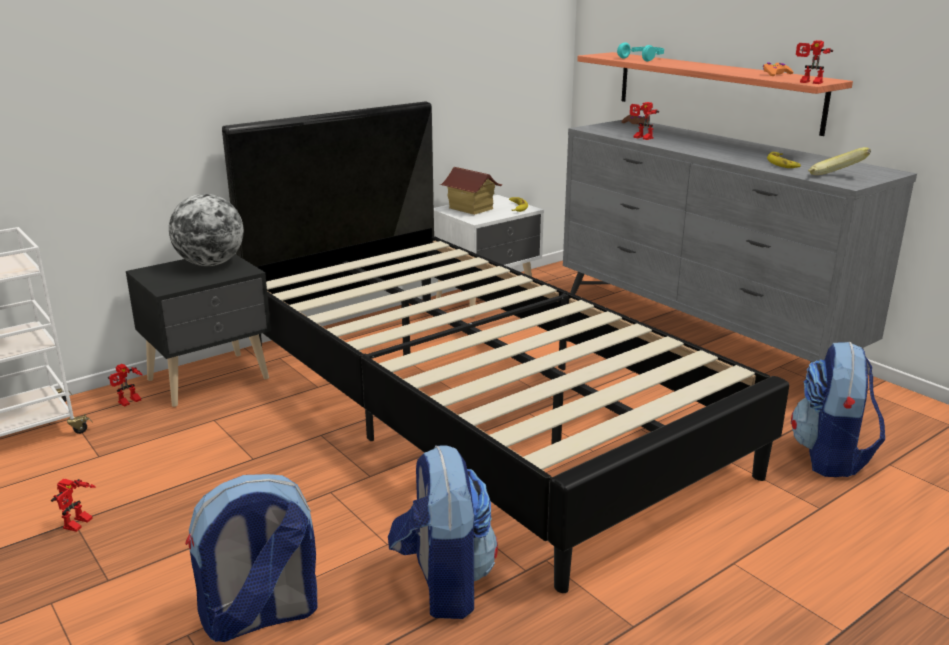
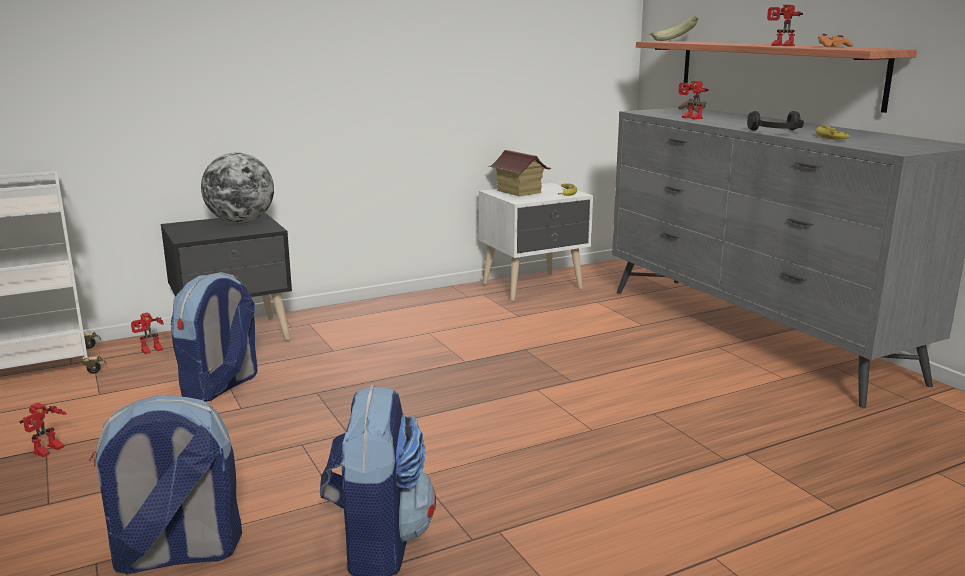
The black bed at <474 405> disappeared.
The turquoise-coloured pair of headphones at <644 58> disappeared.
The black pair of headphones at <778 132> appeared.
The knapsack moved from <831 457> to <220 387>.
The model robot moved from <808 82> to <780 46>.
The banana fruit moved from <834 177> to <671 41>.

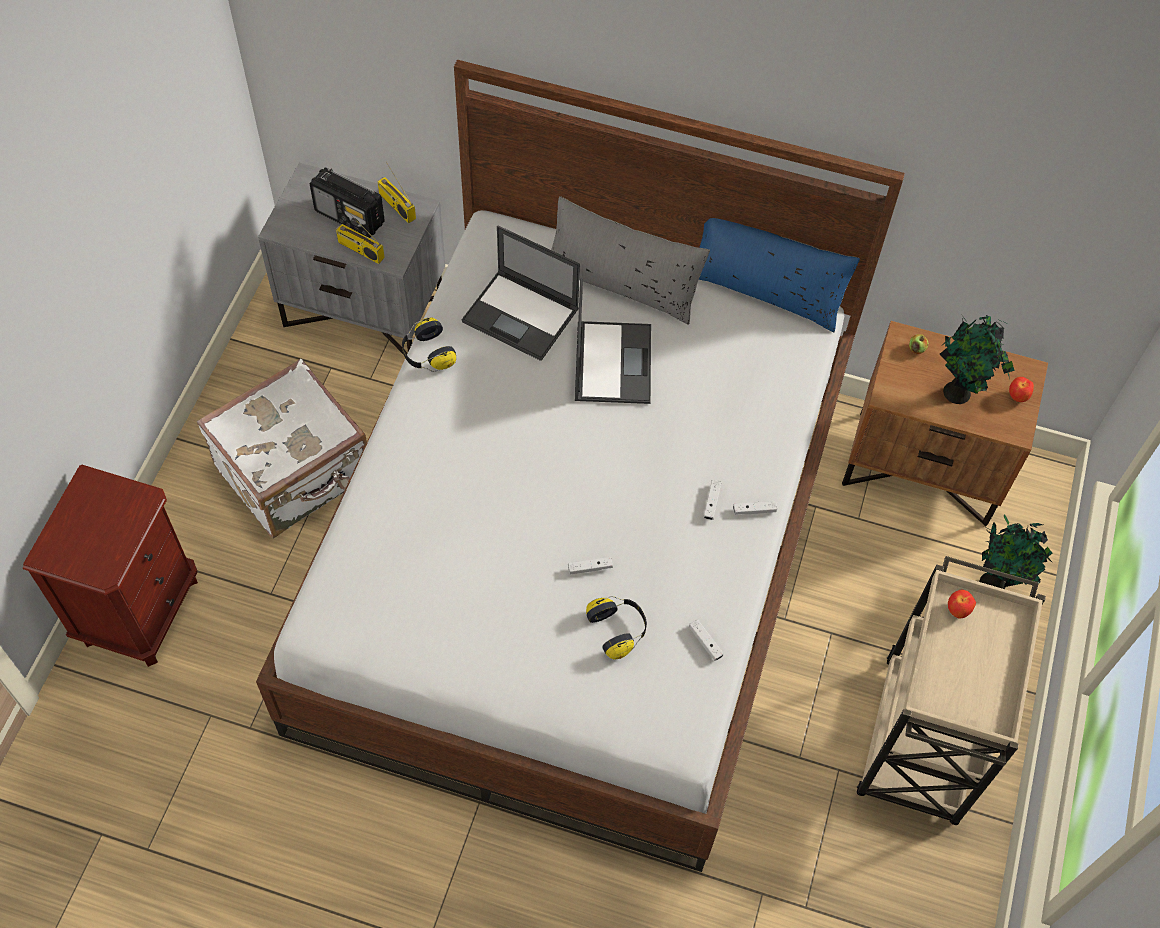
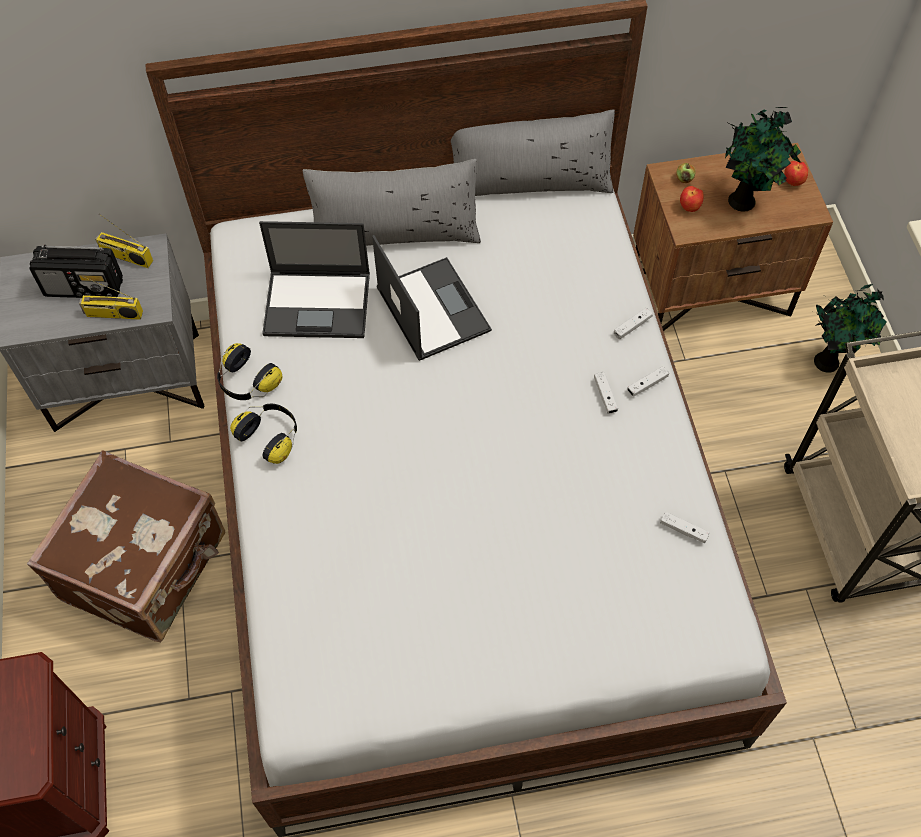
The whitish game controller moved from <590 568> to <632 326>.
The pair of headphones moved from <619 629> to <271 436>.
The apple fruit moved from <957 611> to <689 208>.
The whitish suitcase at <295 473> became the brown-coloured suitcase at <147 567>.
The blue cushion at <766 289> became the grey cushion at <529 181>.

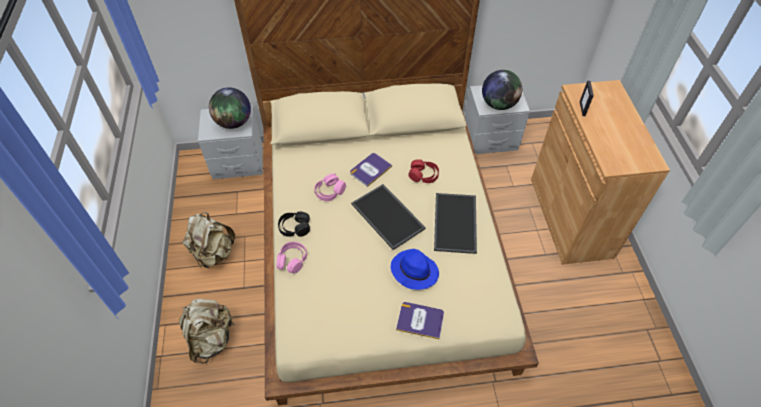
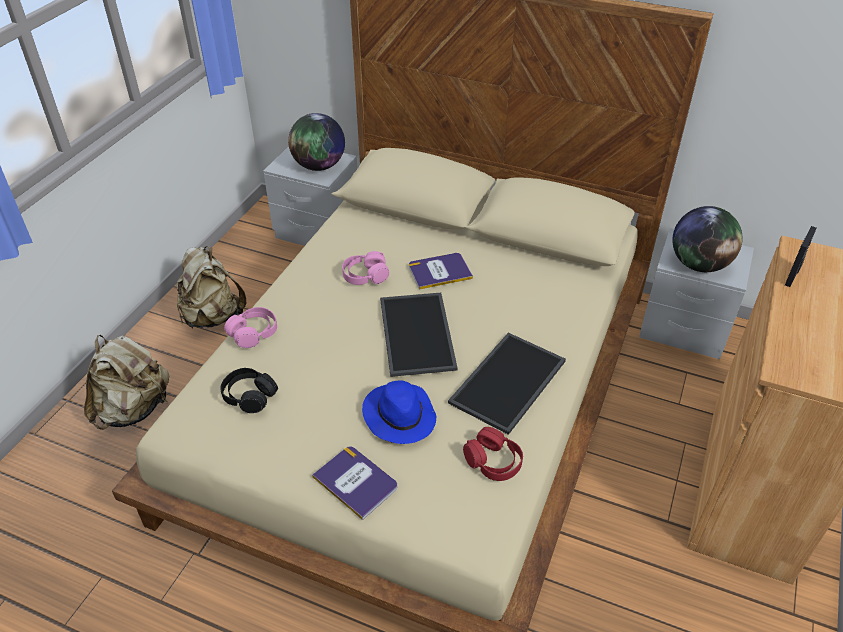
The black pair of headphones moved from <294 227> to <249 396>.
The reddish pair of headphones moved from <423 175> to <493 461>.

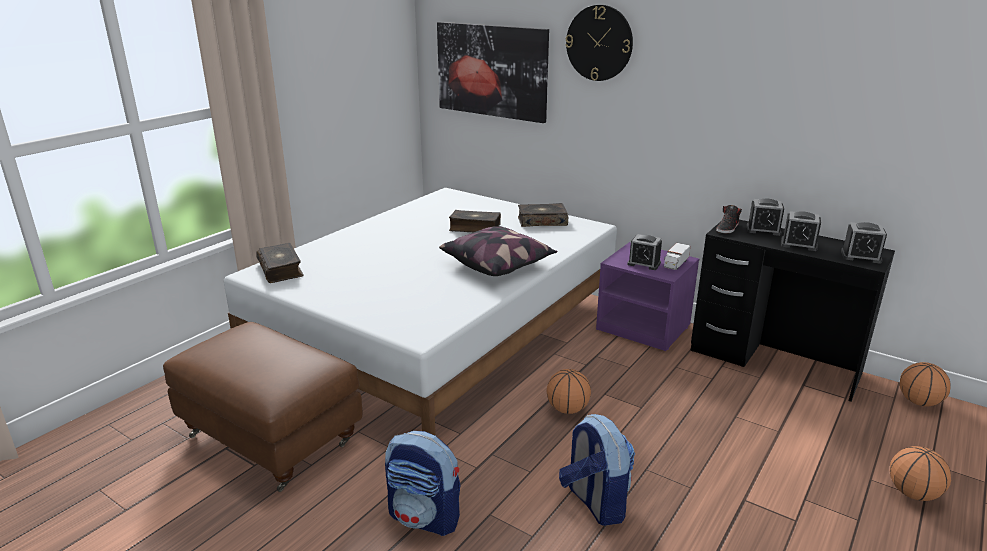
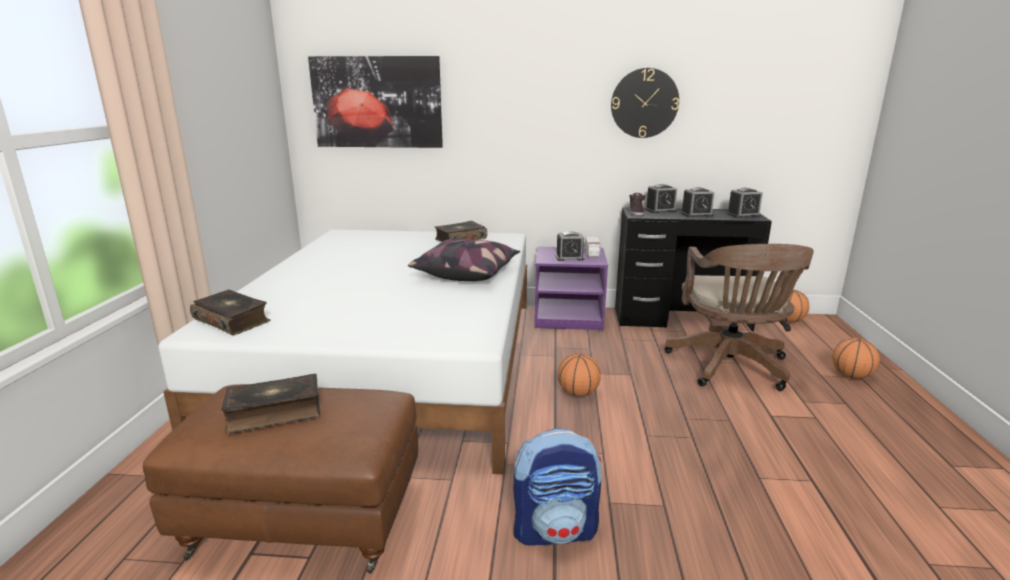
The knapsack at <594 502> disappeared.
The brown-coloured desk chair at <730 367> appeared.
The bound book moved from <474 228> to <274 413>.
The wall clock moved from <599 43> to <644 103>.

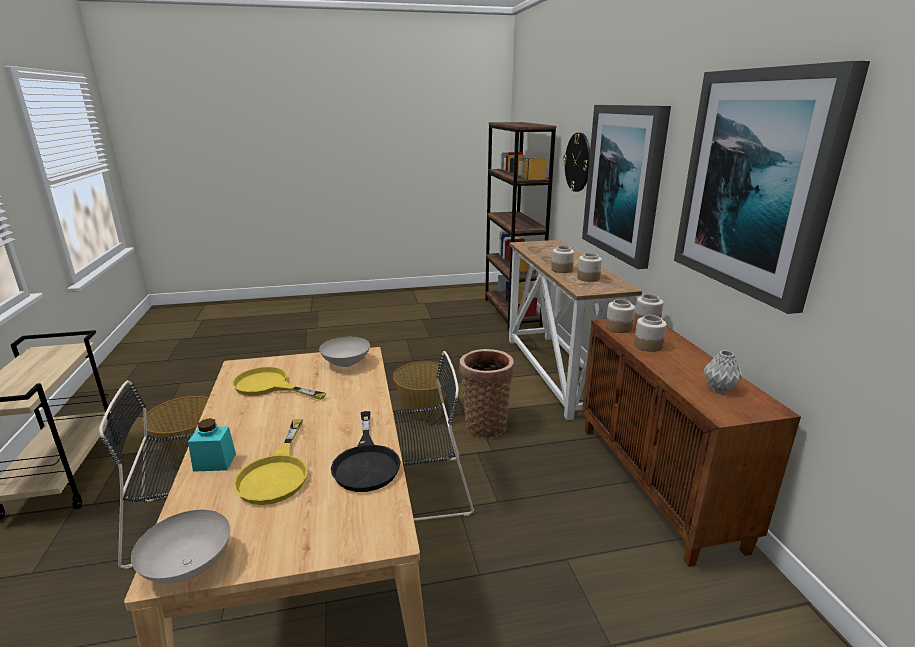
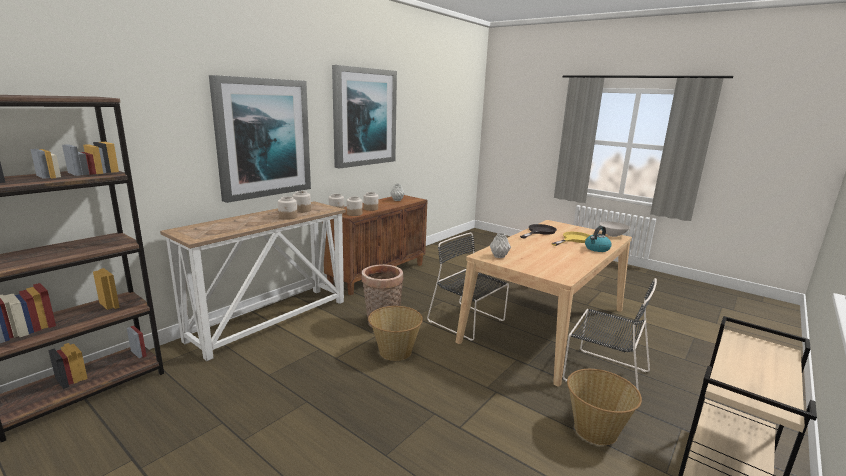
The yellow frying pan at <269 386> disappeared.
The wall clock at <578 162> disappeared.
The turquoise-coloured jar at <215 462> was replaced by the water kettle at <597 249>.
The whitish deep dish at <346 363> was replaced by the grey flower vase at <499 256>.

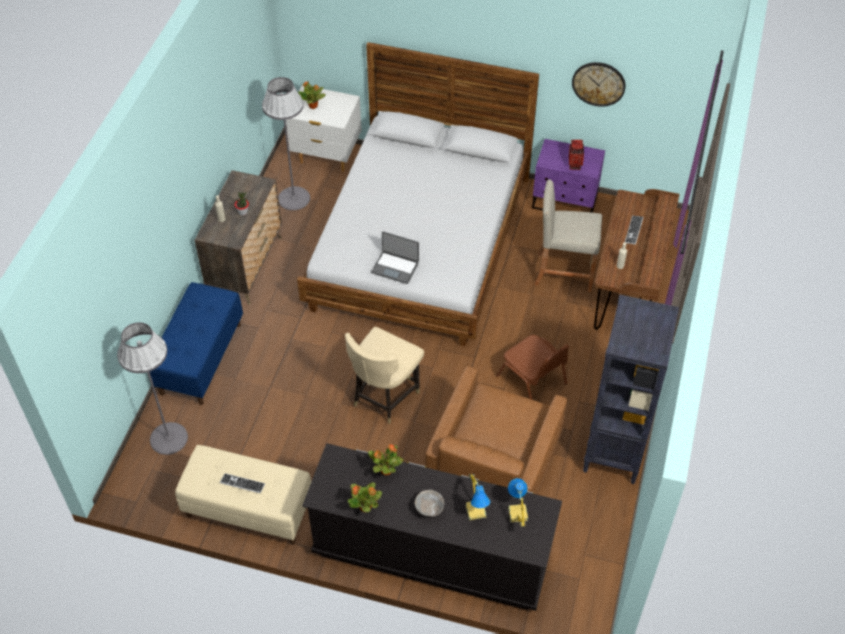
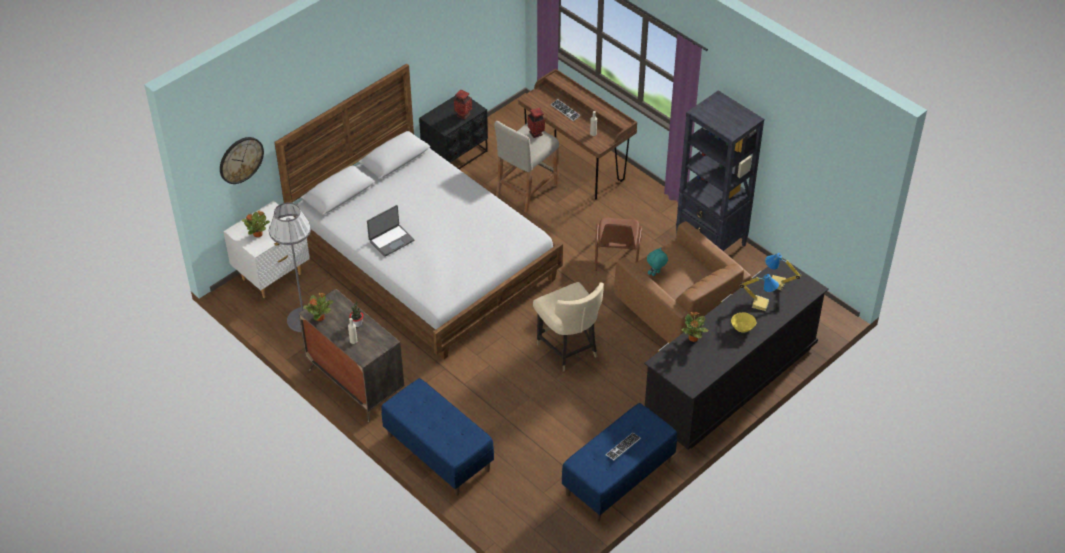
The grey standard lamp at <168 438> disappeared.
The flower vase at <536 133> appeared.
The turquoise-coloured plush toy at <656 274> appeared.
The potted plant moved from <366 507> to <320 317>.
The notebook computer moved from <395 267> to <391 240>.
The wall clock moved from <598 83> to <241 160>.
The sand-coloured bench at <248 510> became the blue bench at <618 478>.
The grey deep dish at <429 509> became the yellow deep dish at <742 328>.
The purple night table at <565 202> became the black night table at <456 156>.
The brown-coloured upright chair at <532 380> turned 105 degrees clockwise.

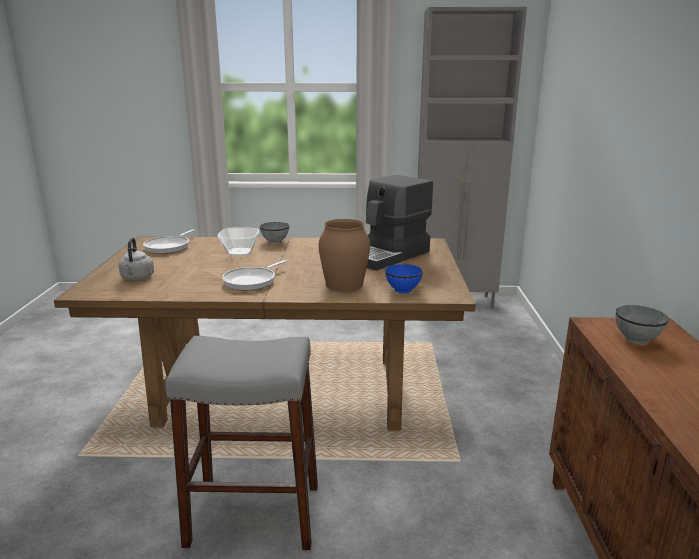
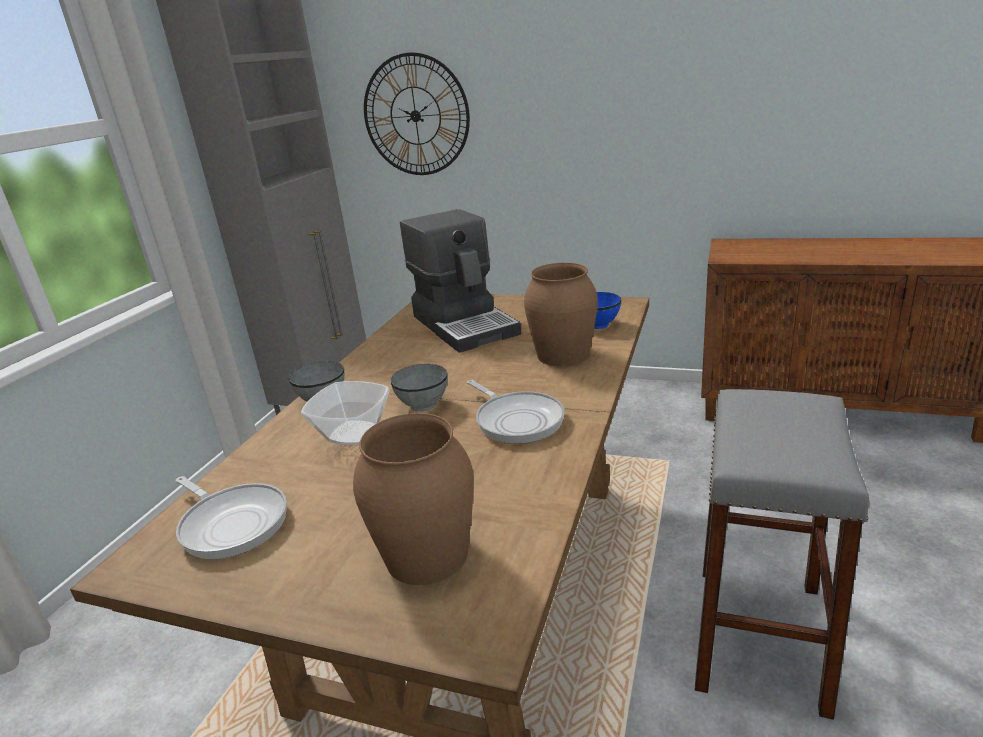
The wall clock at <415 116> appeared.
The grey deep dish moved from <637 339> to <424 405>.
The grey water kettle at <137 278> was replaced by the brown-coloured flower vase at <428 554>.

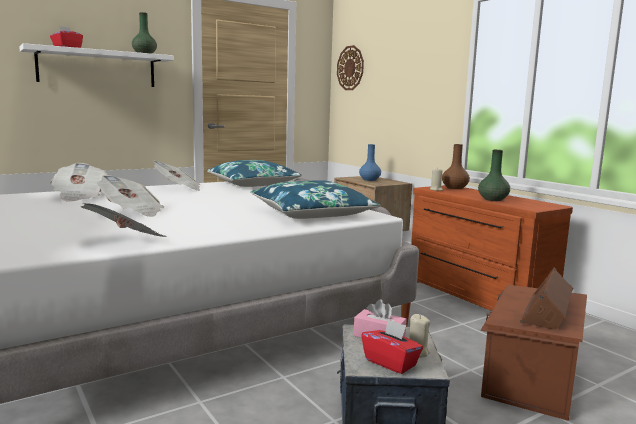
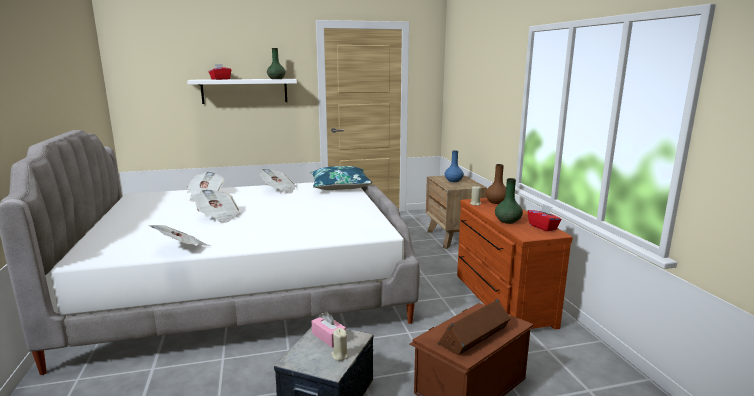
The blue cushion at <312 214> disappeared.
The wall clock at <350 68> disappeared.
The reddish box of tissues moved from <391 363> to <543 227>.

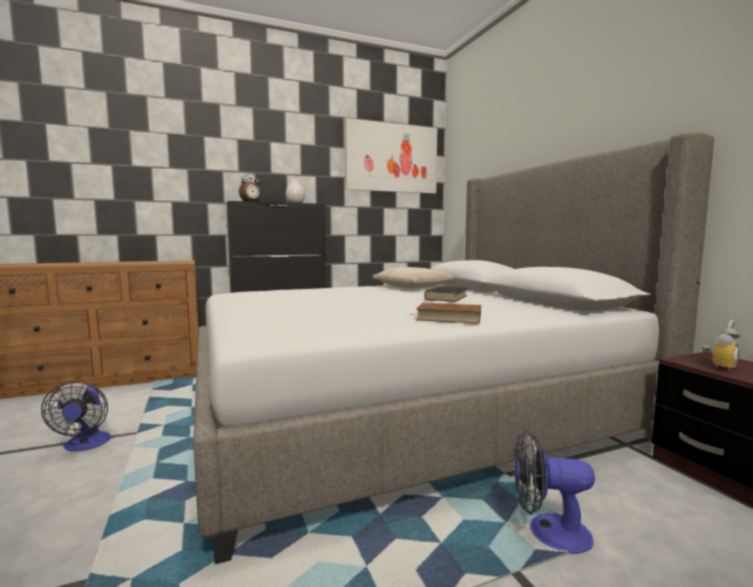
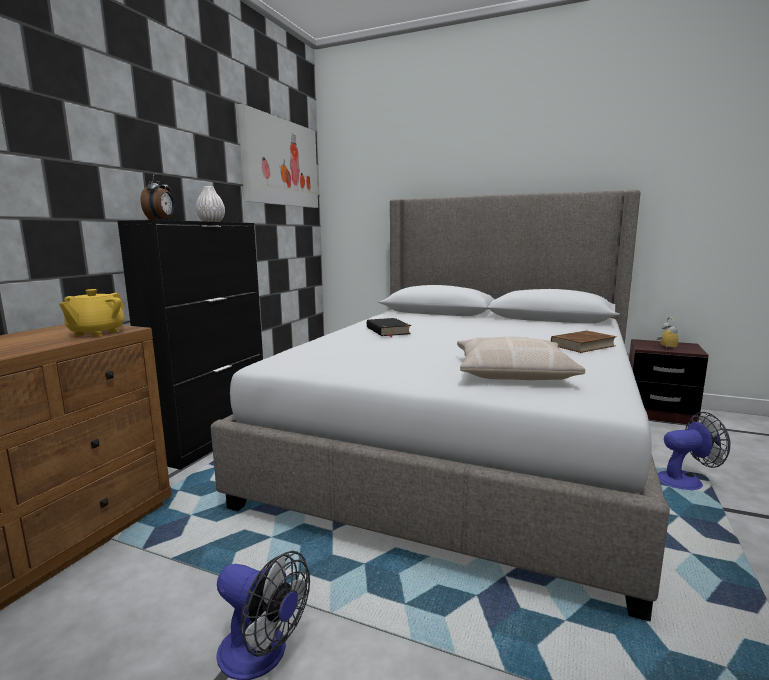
The yellow teapot at <96 333> appeared.
The sand-coloured cushion moved from <415 287> to <512 372>.
The black bound book moved from <446 297> to <387 331>.
The fan at <548 532> turned 150 degrees counterclockwise.

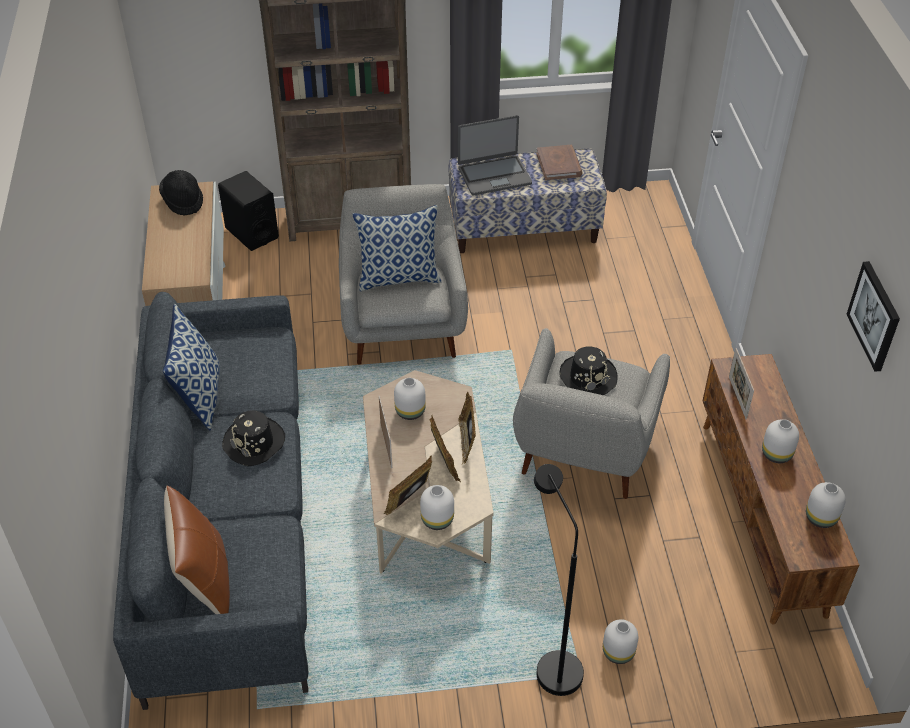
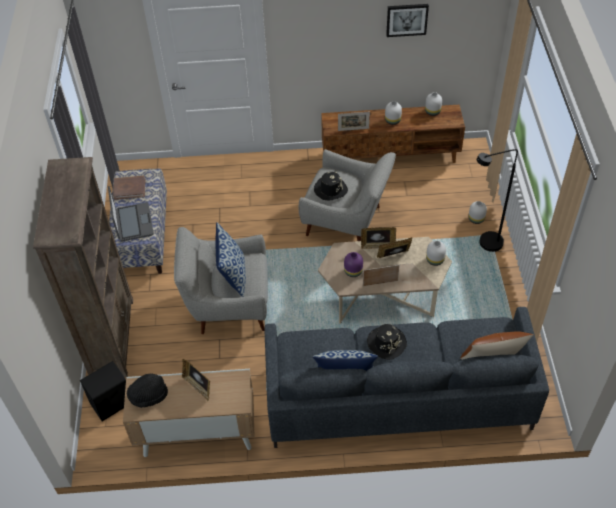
The photo frame moved from <410 500> to <198 386>.
The whitish flower vase at <410 411> became the purple flower vase at <352 272>.

